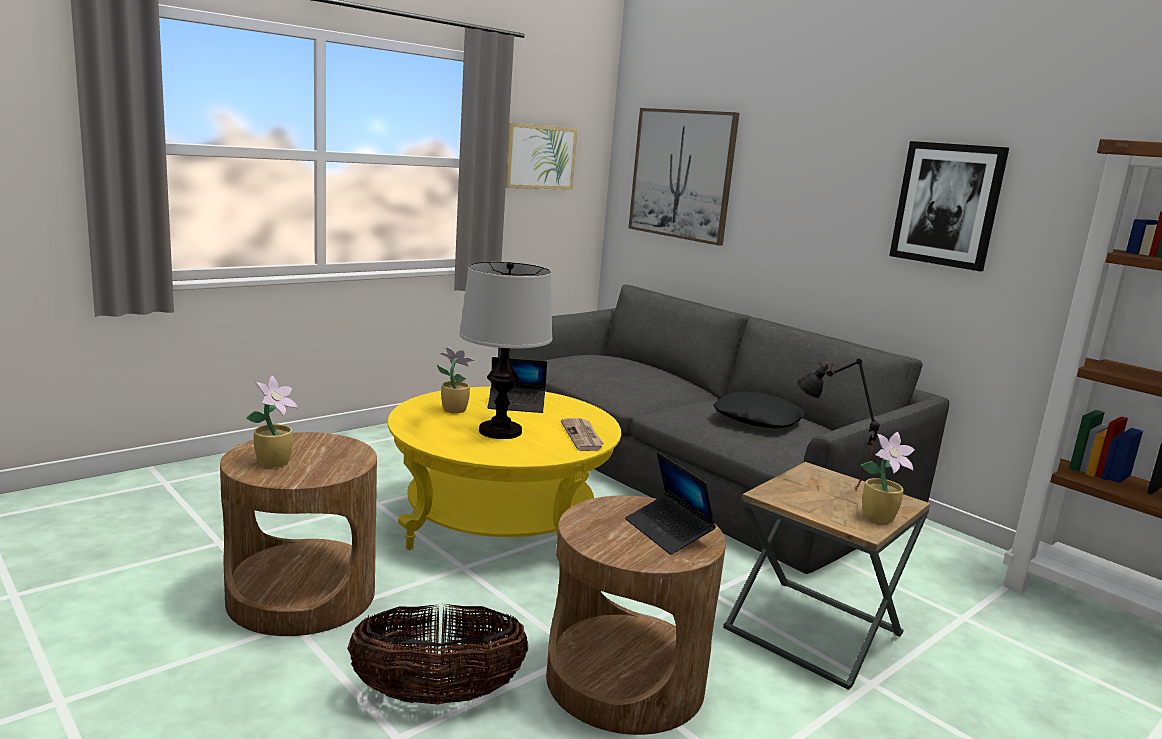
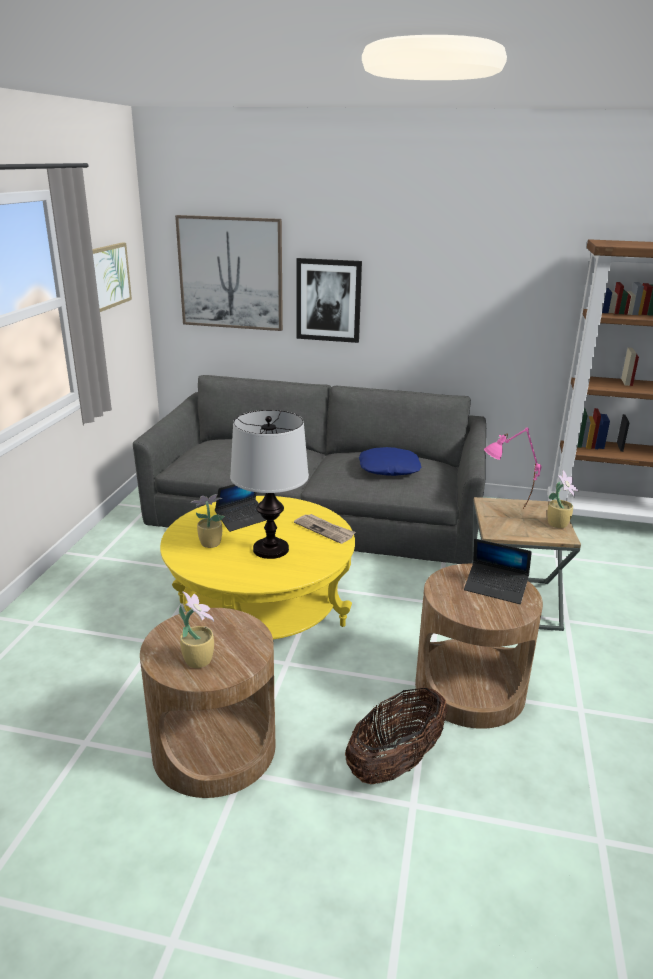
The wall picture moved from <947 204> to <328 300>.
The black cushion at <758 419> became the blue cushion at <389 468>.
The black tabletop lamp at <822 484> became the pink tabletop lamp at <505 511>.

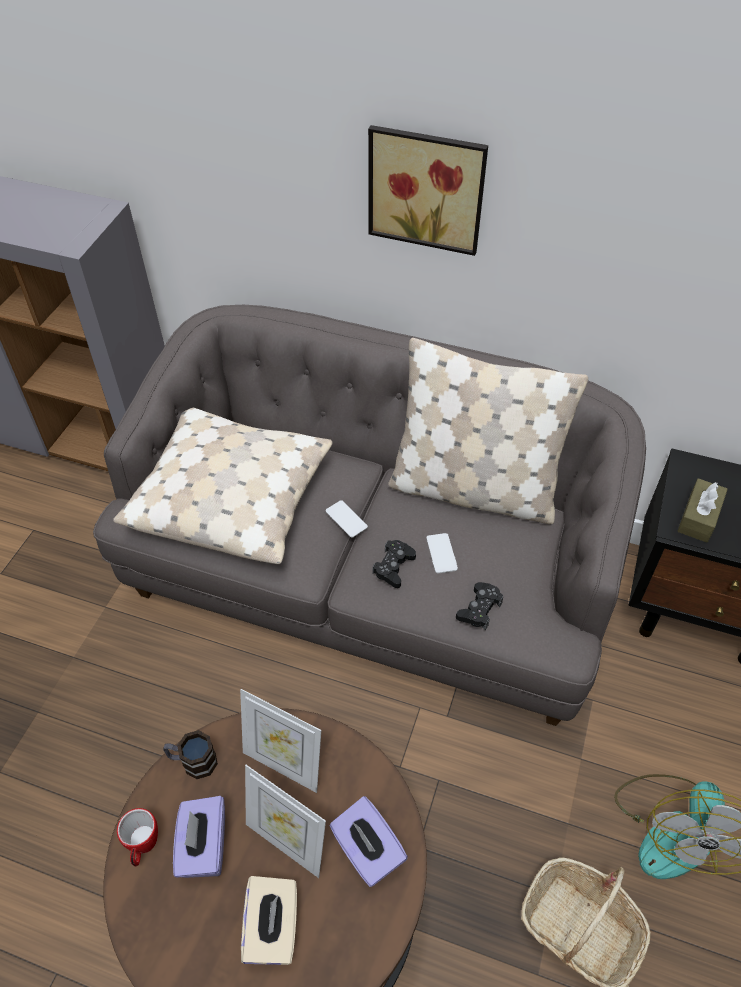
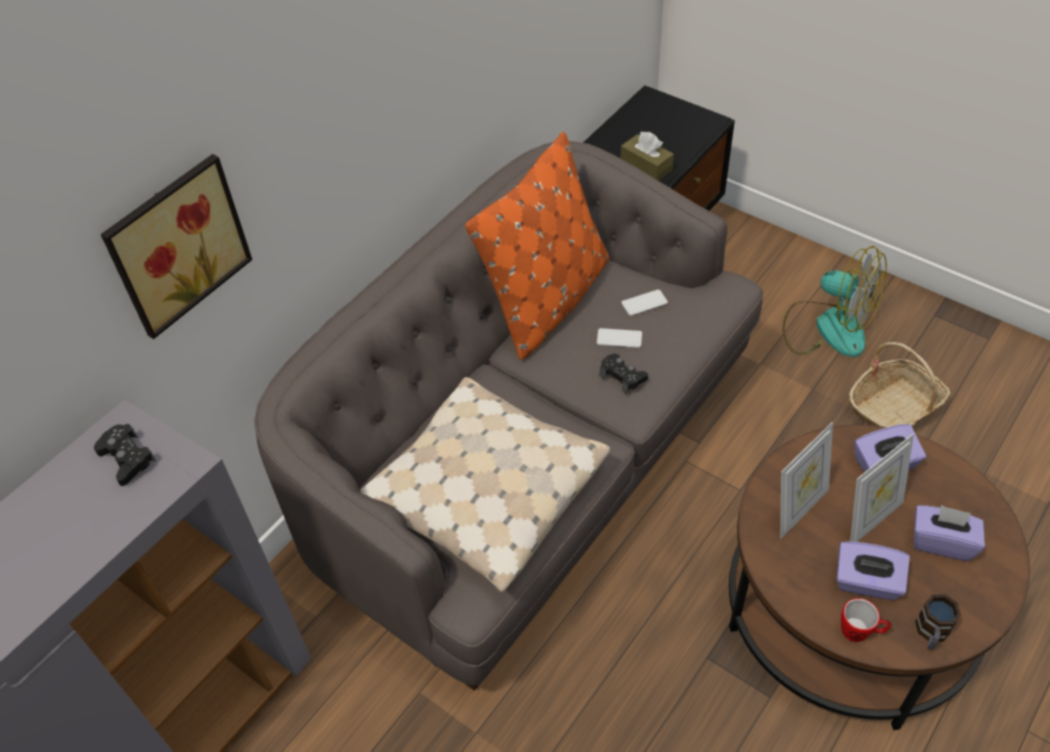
The tea mug moved from <193 761> to <931 633>.
The telephone moved from <346 519> to <644 303>.
The wall picture moved from <427 188> to <175 243>.
The black game controller moved from <479 609> to <127 458>.
The sand-coloured box of tissues at <272 928> became the purple box of tissues at <941 542>.
The sand-coloured cushion at <473 490> became the orange cushion at <548 301>.

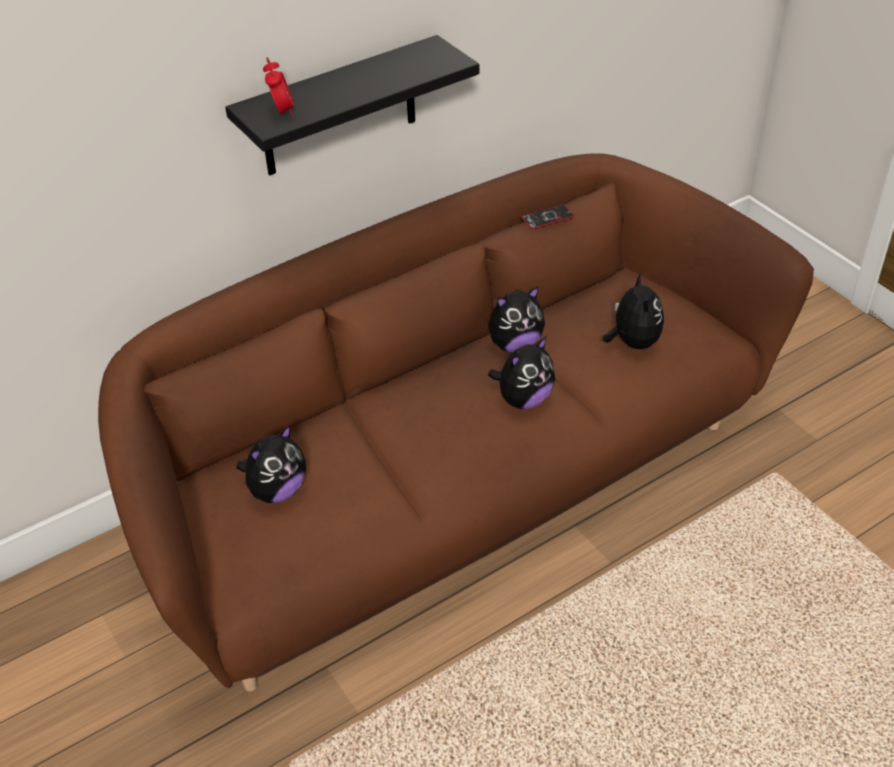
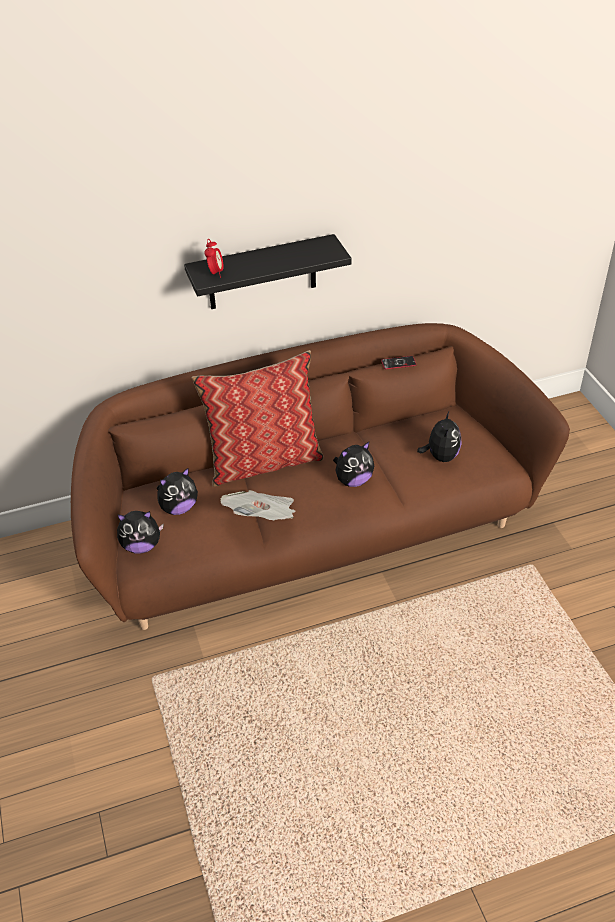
The cushion at <264 461> appeared.
The printed paper at <263 518> appeared.
The plush toy moved from <514 344> to <141 546>.

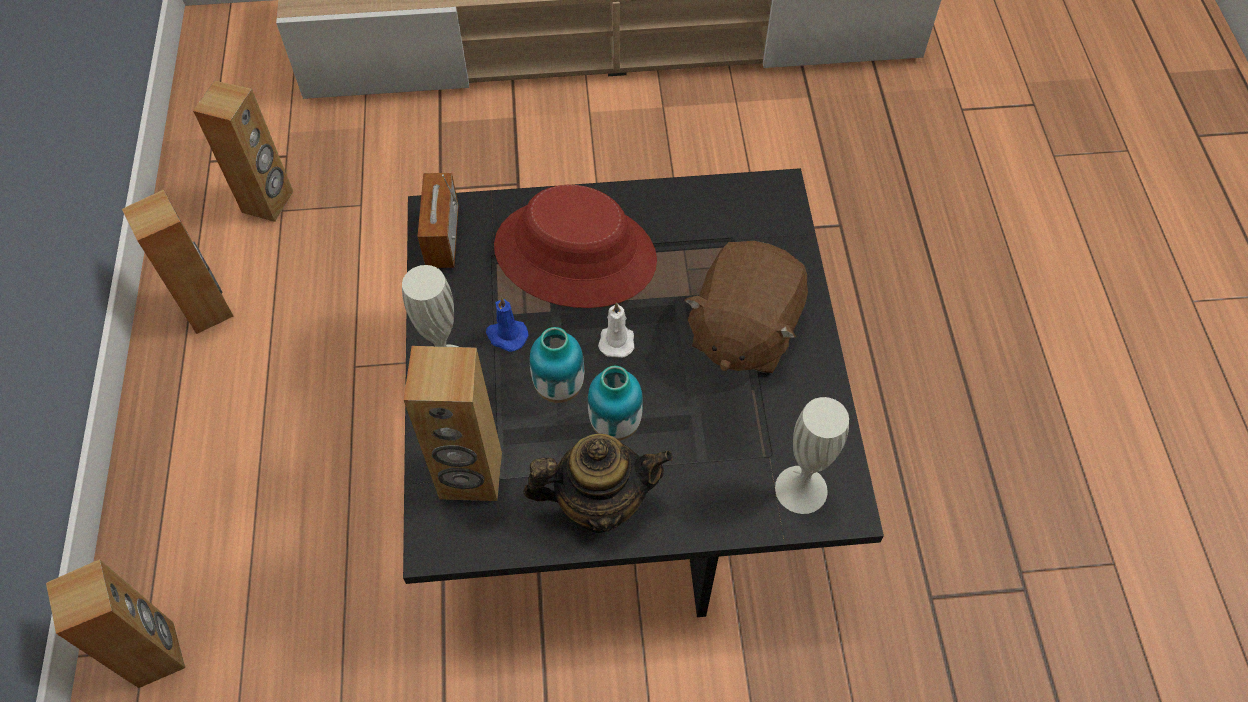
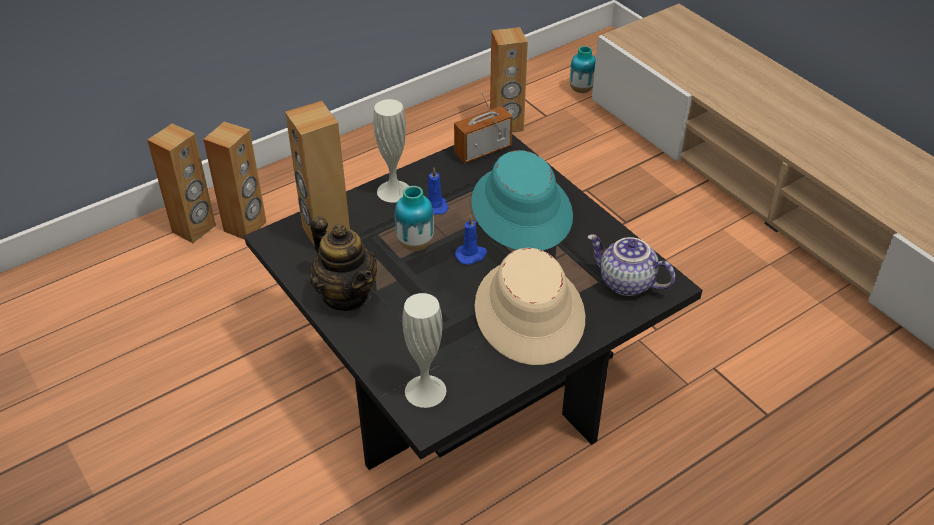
The teapot at <625 283> appeared.
The brown-coloured audio speaker moved from <208 309> to <245 226>.
The flower vase moved from <615 425> to <581 89>.
The brown-coloured plush toy at <742 331> was replaced by the sand-coloured hat at <530 312>.
The reddish hat at <575 253> became the turquoise-coloured hat at <522 209>.
The whitish candle at <616 340> became the blue candle at <471 255>.

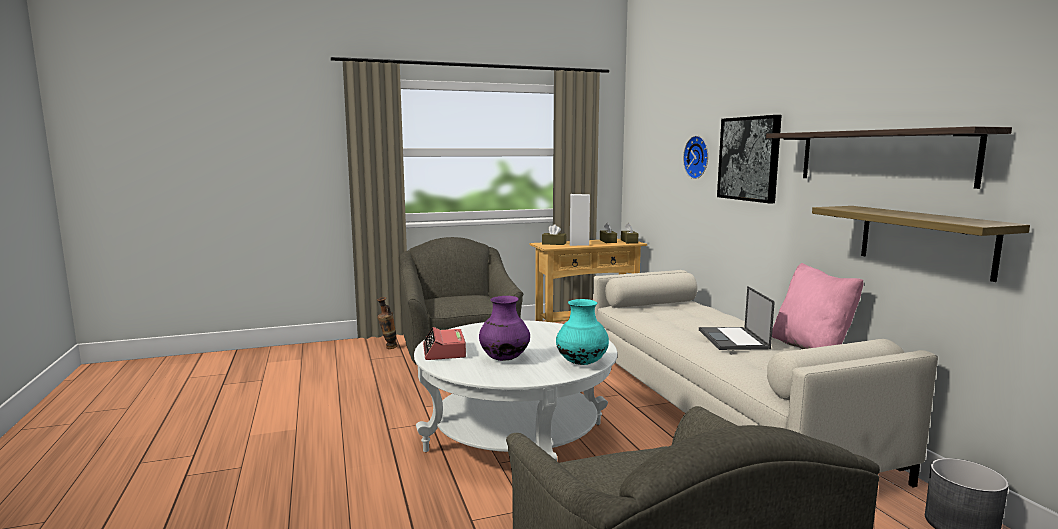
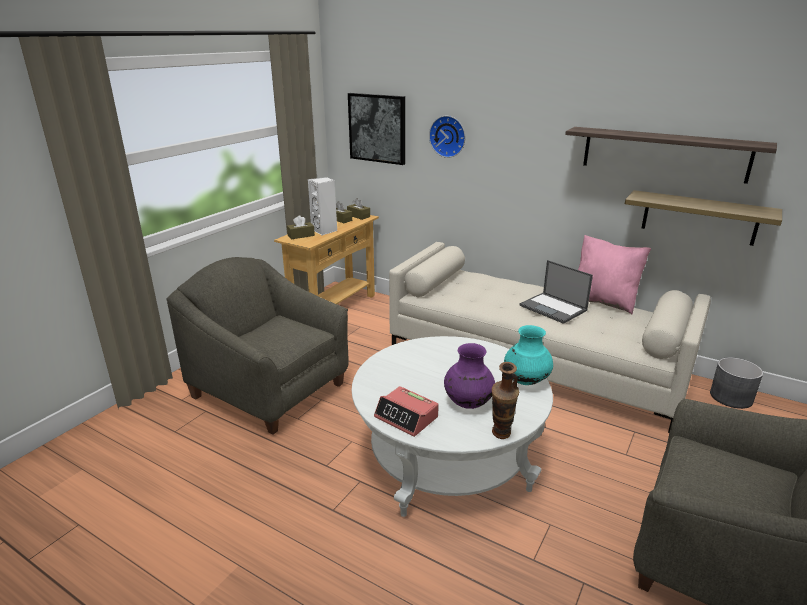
The flower vase moved from <388 348> to <500 437>.
The wall picture moved from <749 158> to <377 128>.

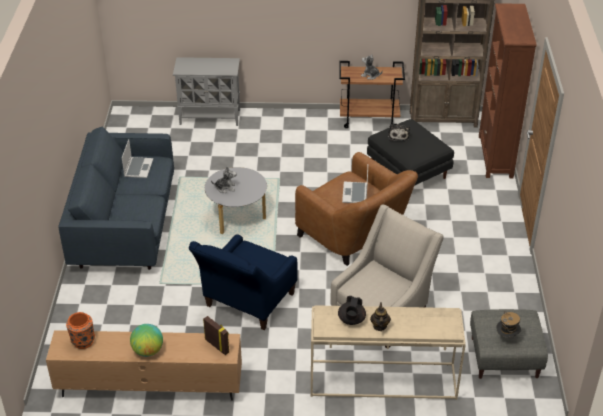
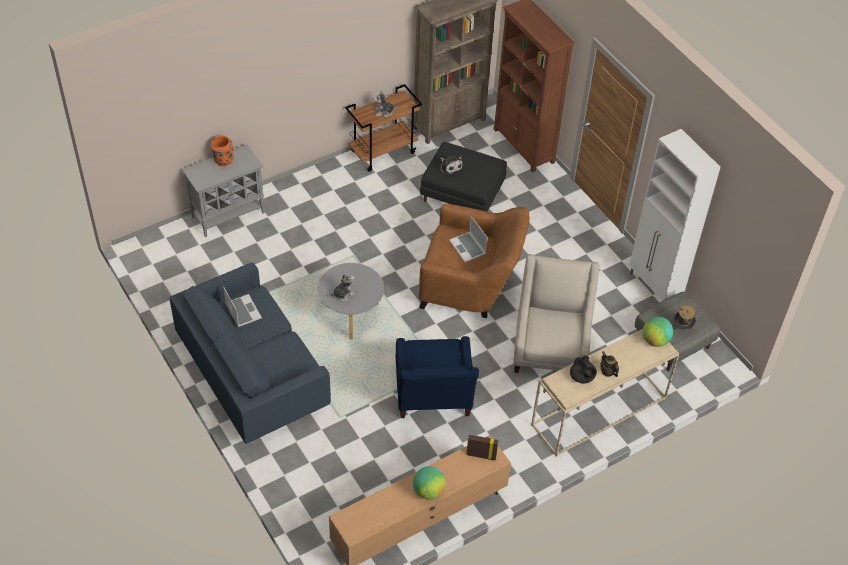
The whitish storage cabinet at <654 288> appeared.
The desk globe at <655 340> appeared.
The orange flower vase moved from <83 341> to <223 160>.

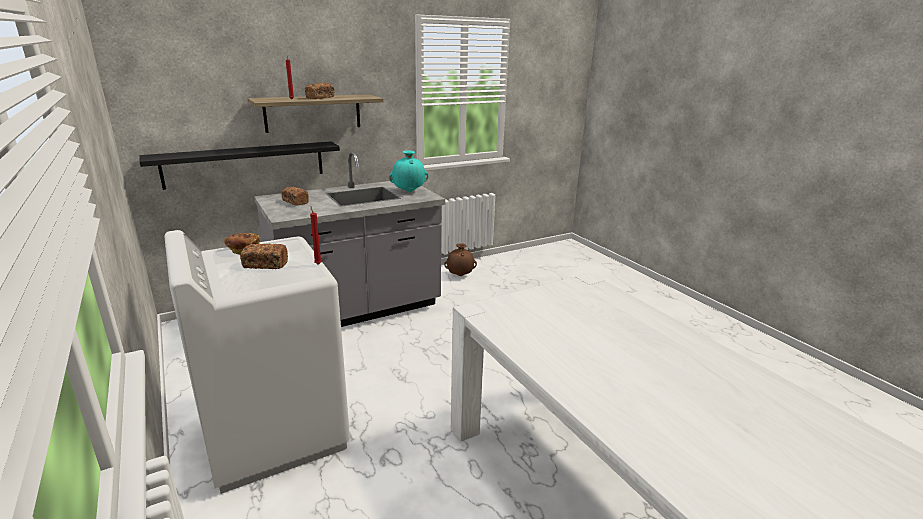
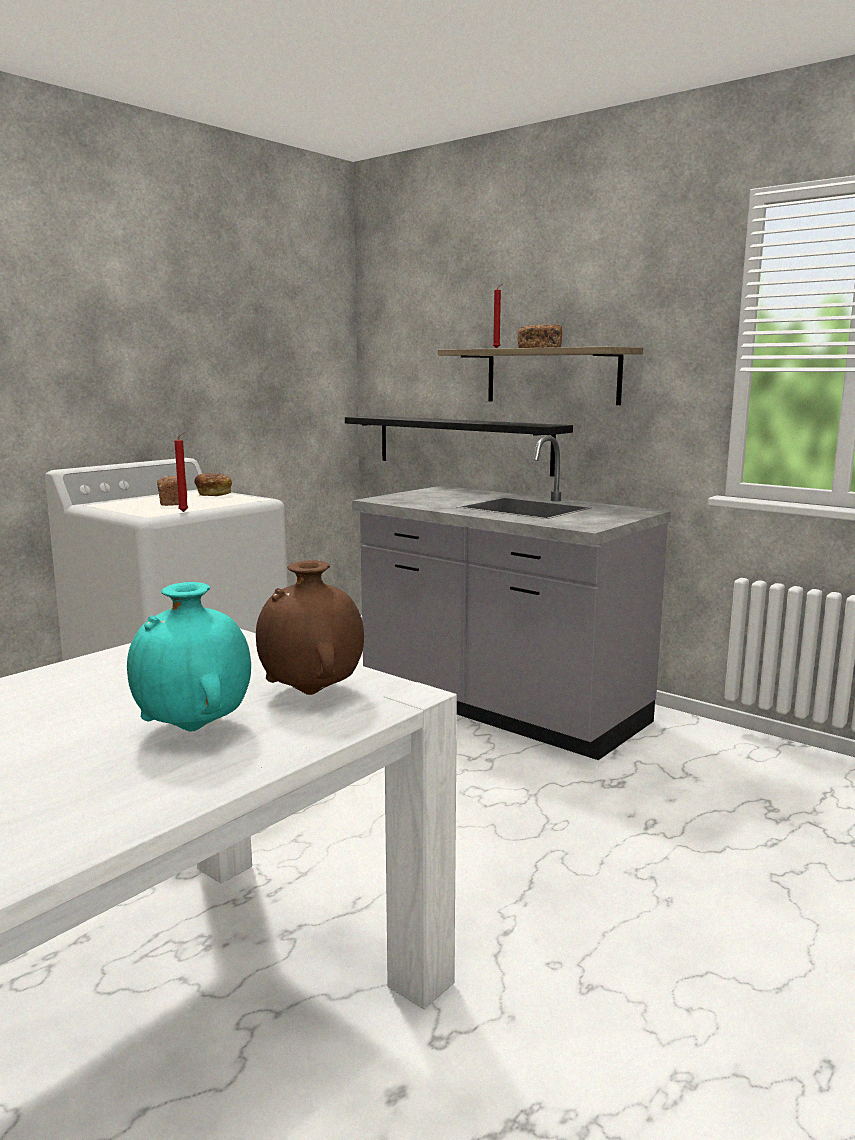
The bread at <295 202> disappeared.
The turquoise-coloured flower vase moved from <409 191> to <194 729>.
The brown-coloured flower vase moved from <460 275> to <312 693>.

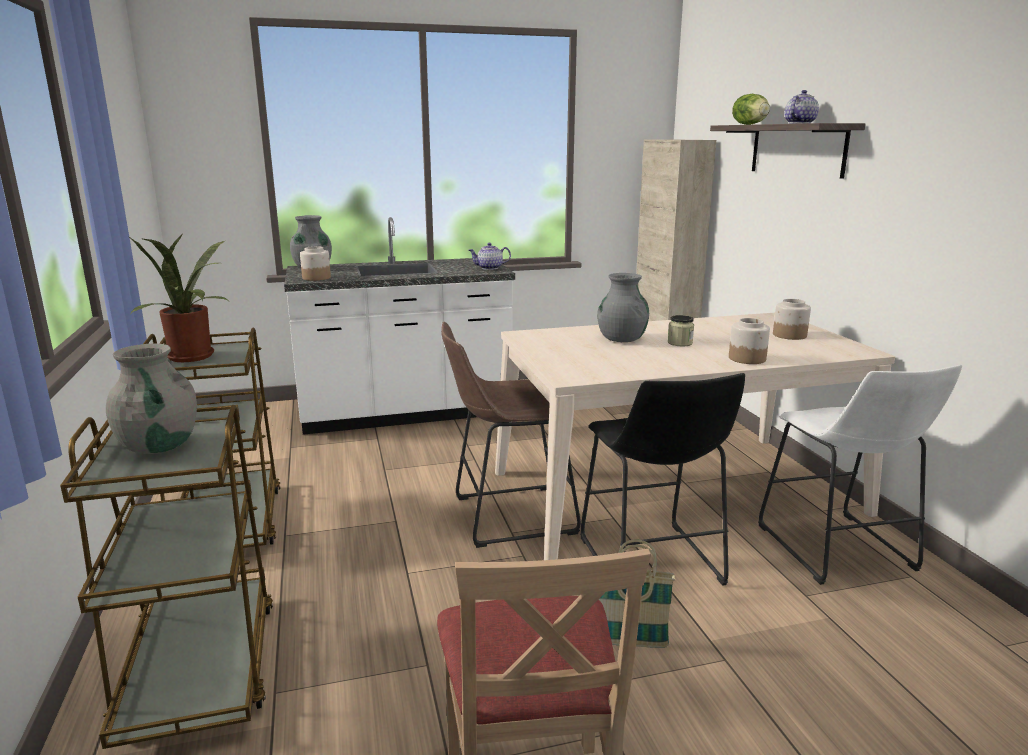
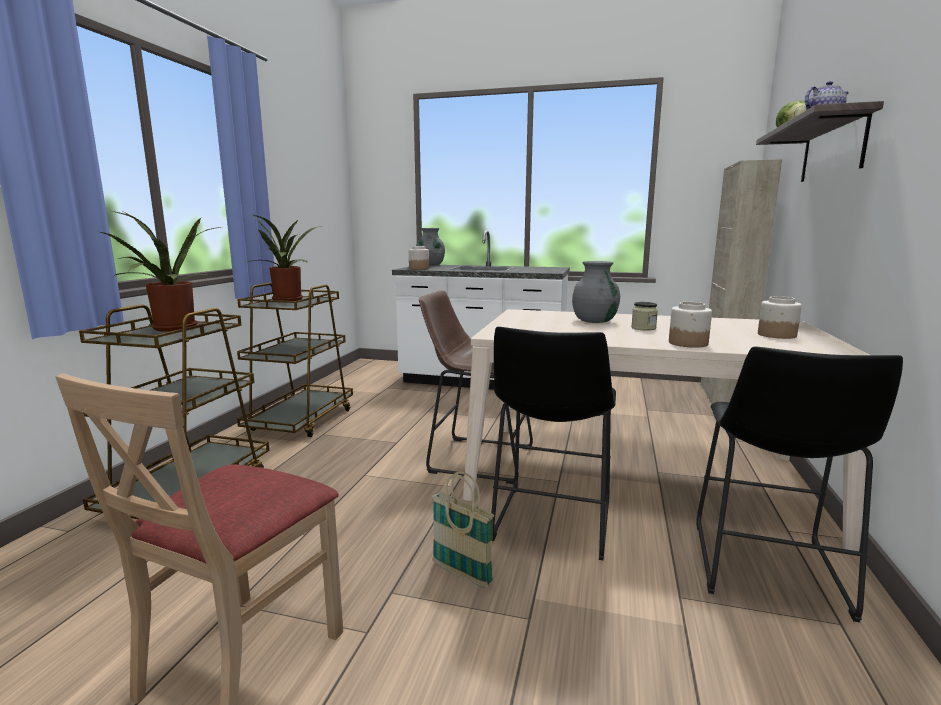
The teapot at <489 268> disappeared.
The grey flower vase at <159 446> was replaced by the potted plant at <173 329>.
The whitish stool at <839 552> became the black stool at <767 572>.

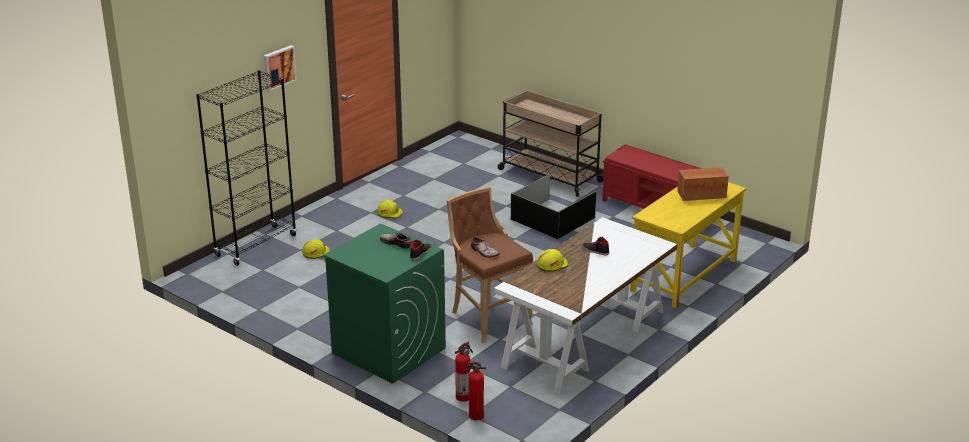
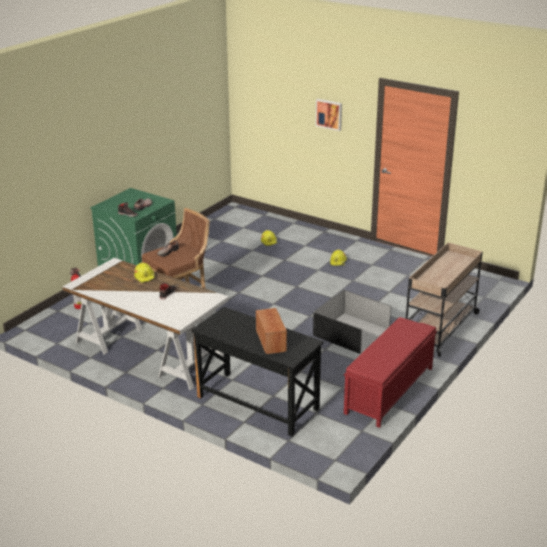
The black shelving unit at <256 246> disappeared.
The fire extinguisher at <475 415> disappeared.
The yellow desk at <684 275> became the black desk at <257 403>.

